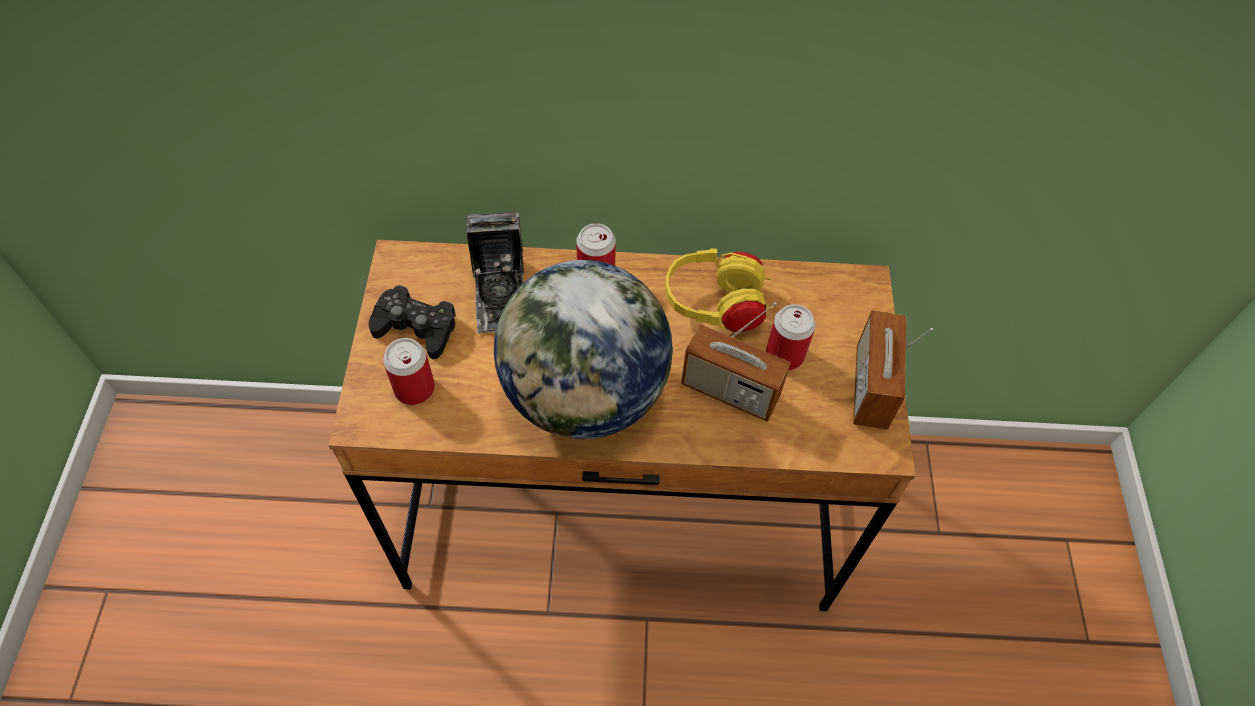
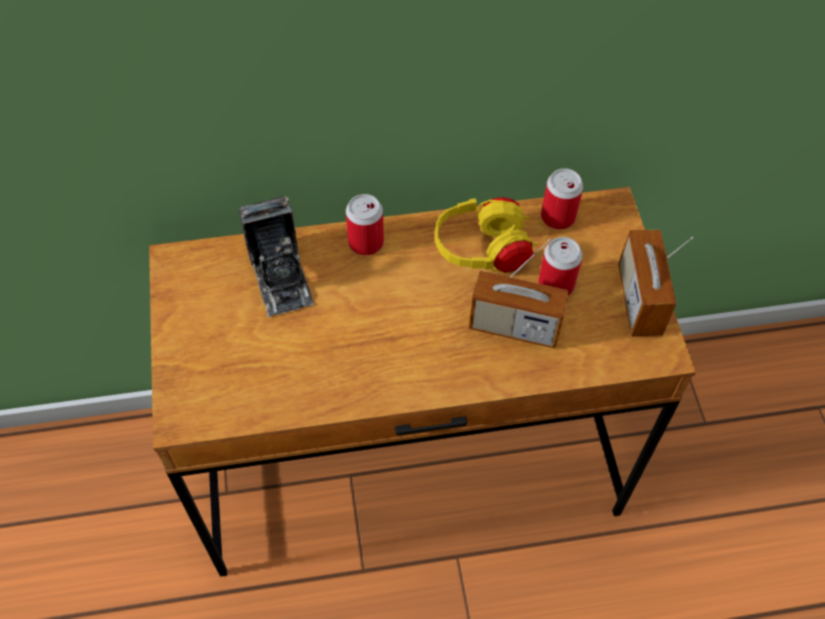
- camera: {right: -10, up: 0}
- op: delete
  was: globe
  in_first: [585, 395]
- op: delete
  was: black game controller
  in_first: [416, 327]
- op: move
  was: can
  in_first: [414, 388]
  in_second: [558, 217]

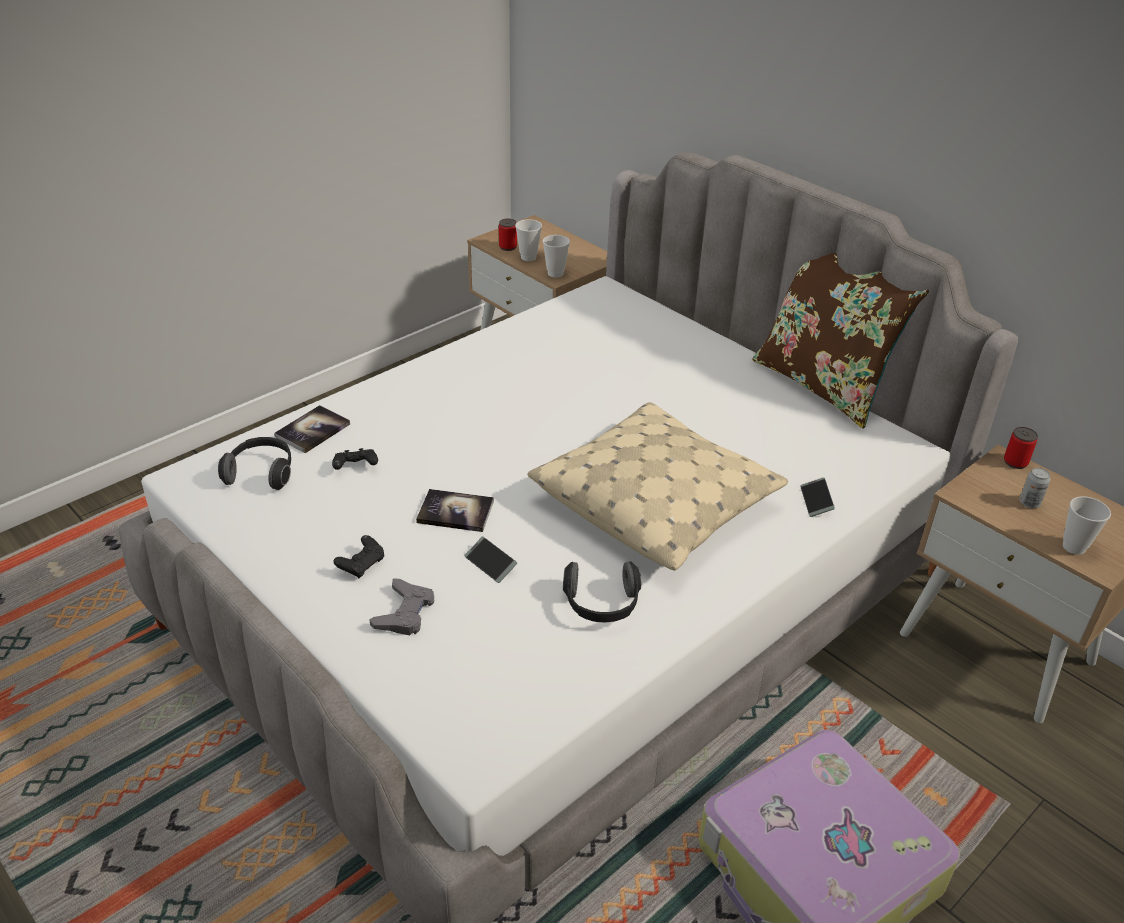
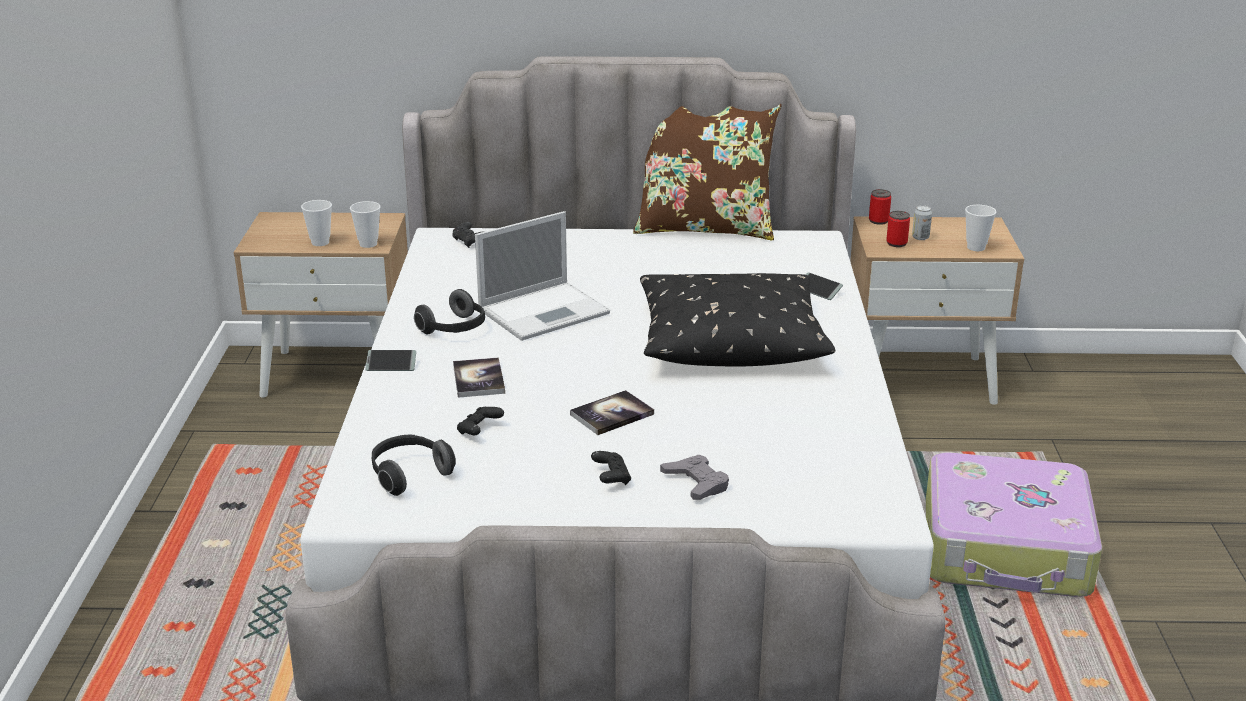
- camera: {right: -45, up: -10}
- op: move
  was: can
  in_first: [508, 247]
  in_second: [896, 243]
- op: recolor
  was: beige pillow
  now: black pillow
  in_first: [656, 502]
  in_second: [729, 339]
- op: move
  was: book
  in_first: [312, 430]
  in_second: [478, 379]
- op: move
  was: phone
  in_first: [490, 564]
  in_second: [391, 365]
- op: move
  was: headphones
  in_first: [601, 605]
  in_second: [454, 329]
- op: insert
  now: laptop
  in_second: [545, 311]
- op: insert
  now: black game controller
  in_second: [469, 242]

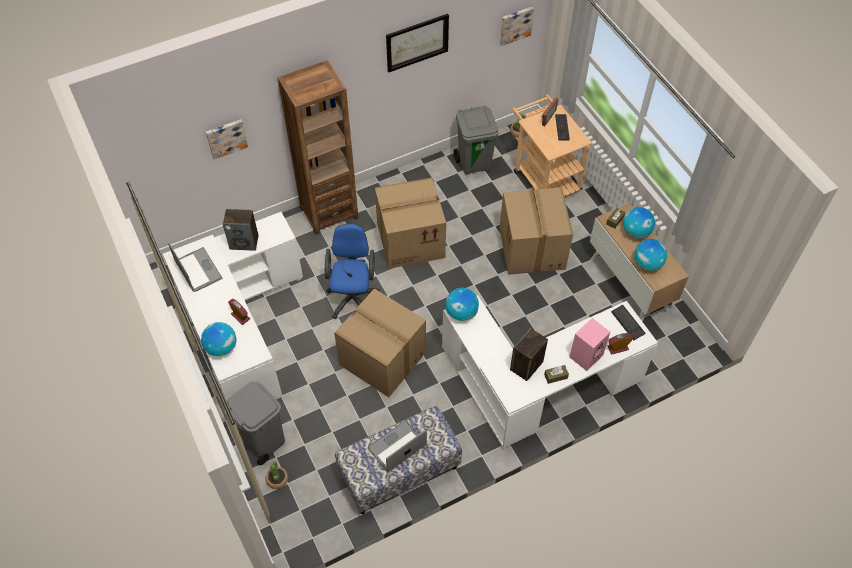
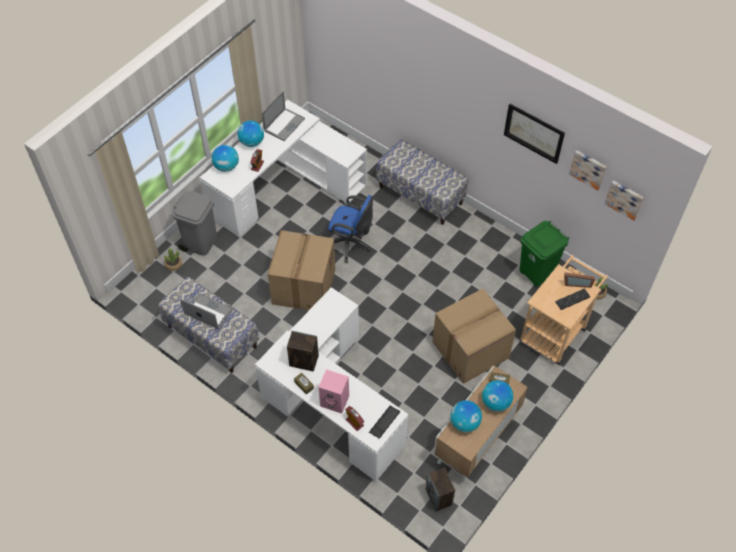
- camera: {right: 65, up: 0}
- op: replace
  was: brown bookcase
  now: bench
  in_first: [329, 212]
  in_second: [421, 195]
- op: recolor
  was: grey trash can
  now: green trash can
  in_first: [474, 163]
  in_second: [537, 273]
- op: move
  was: picture
  in_first: [226, 138]
  in_second: [588, 169]
- op: delete
  was: cardboard box
  in_first: [411, 239]
- op: move
  was: speaker
  in_first: [244, 242]
  in_second: [439, 497]
- op: rotate
  was: blue office chair
  in_first: [353, 296]
  in_second: [350, 244]
  clockwise: 45
- op: move
  was: globe
  in_first: [461, 313]
  in_second: [251, 142]

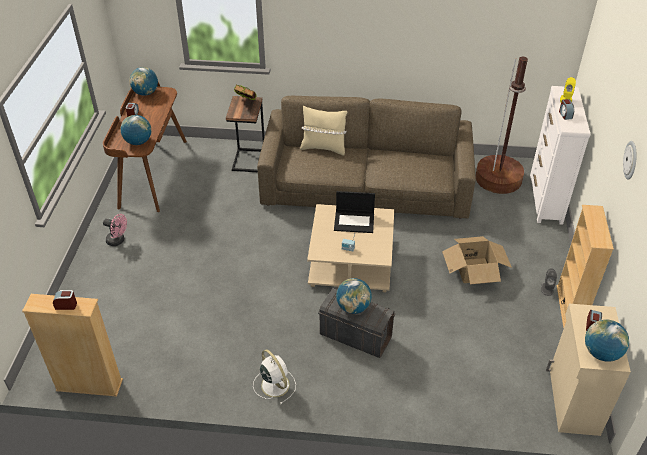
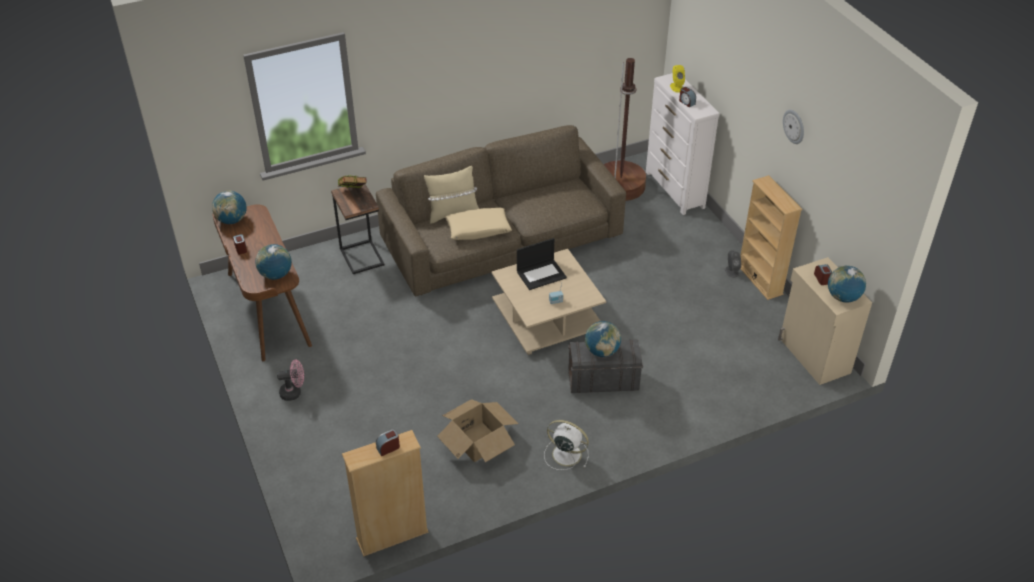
- camera: {right: -30, up: 0}
- op: move
  was: cardboard box
  in_first: [474, 270]
  in_second: [478, 442]
- op: insert
  now: beige pillow
  in_second: [478, 229]

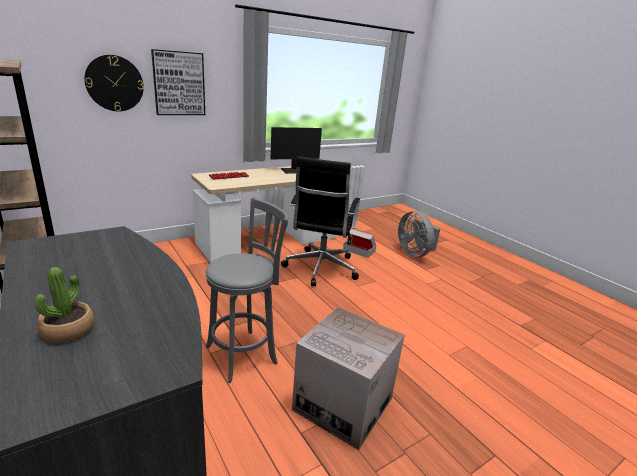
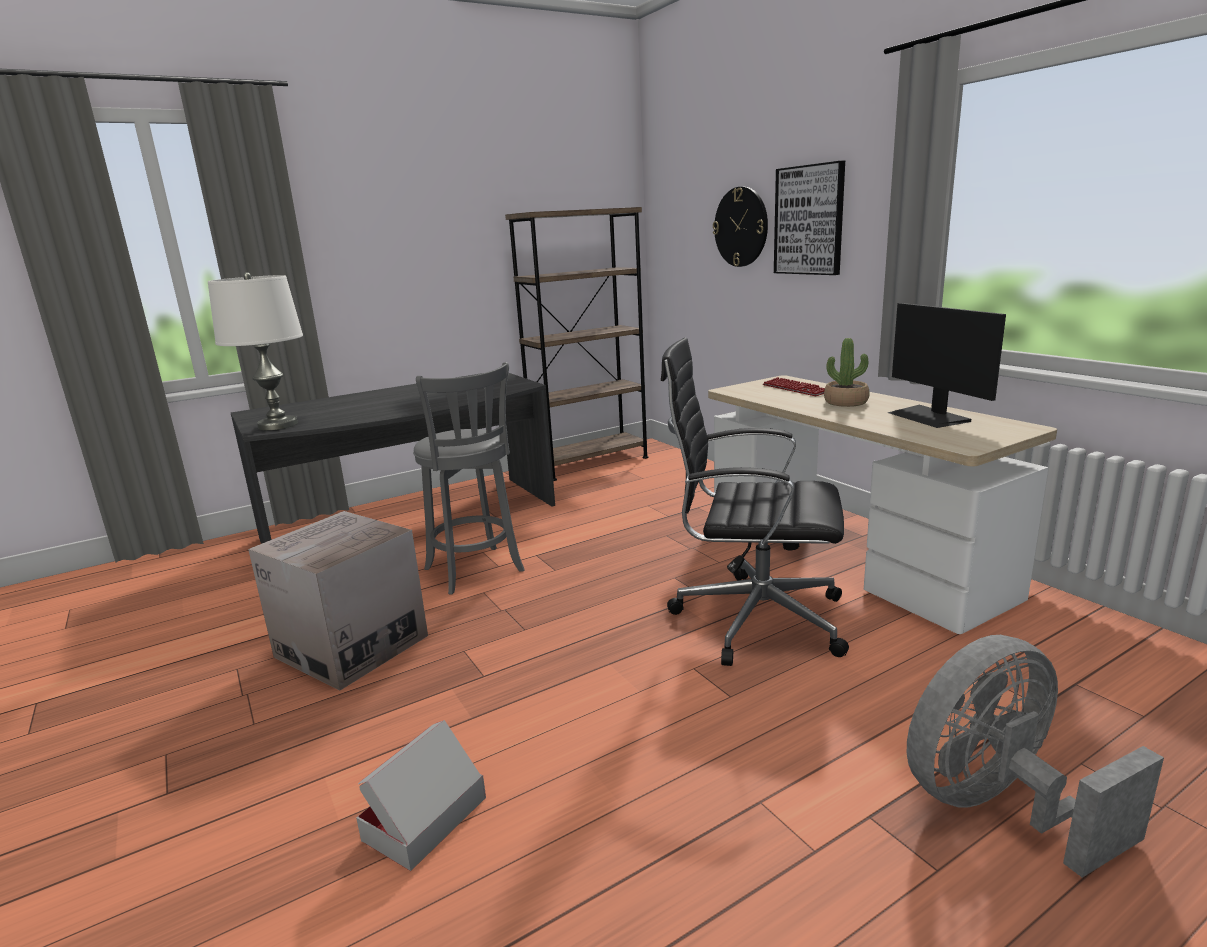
- camera: {right: 95, up: -5}
- op: move
  was: cardboard box
  in_first: [359, 250]
  in_second: [425, 819]
- op: move
  was: potted plant
  in_first: [68, 330]
  in_second: [846, 402]
- op: insert
  now: white table lamp
  in_second: [277, 425]

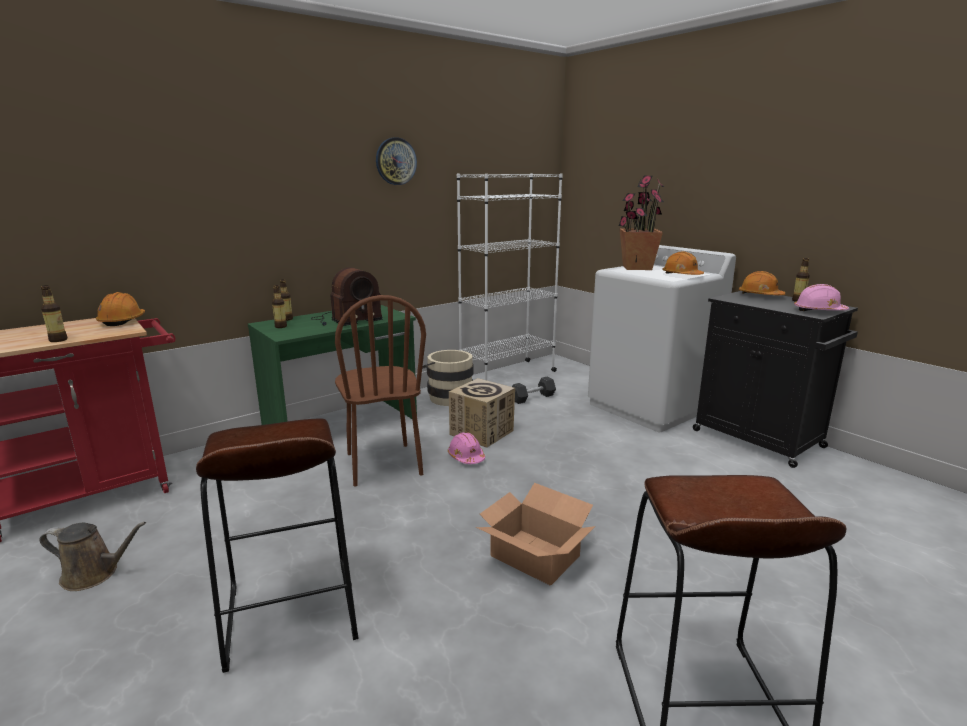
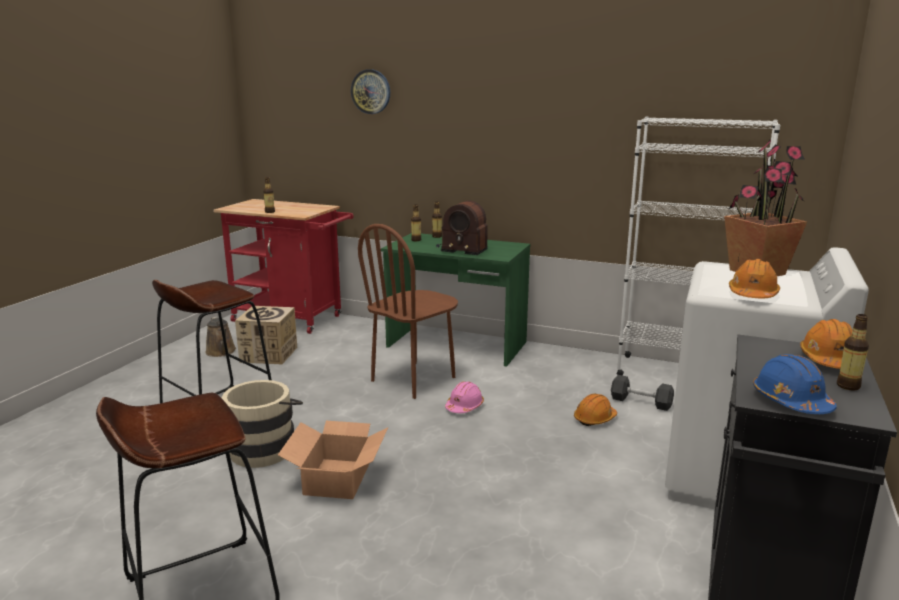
- camera: {right: 60, up: 0}
- op: move
  was: wall clock
  in_first: [395, 161]
  in_second: [371, 91]
- op: recolor
  was: pink hard hat
  now: blue hard hat
  in_first: [819, 311]
  in_second: [791, 401]
- op: move
  was: orange hard hat
  in_first: [122, 321]
  in_second: [594, 419]
- op: move
  was: beige bucket
  in_first: [447, 396]
  in_second: [265, 447]
- op: move
  was: cardboard box
  in_first: [482, 432]
  in_second: [269, 354]

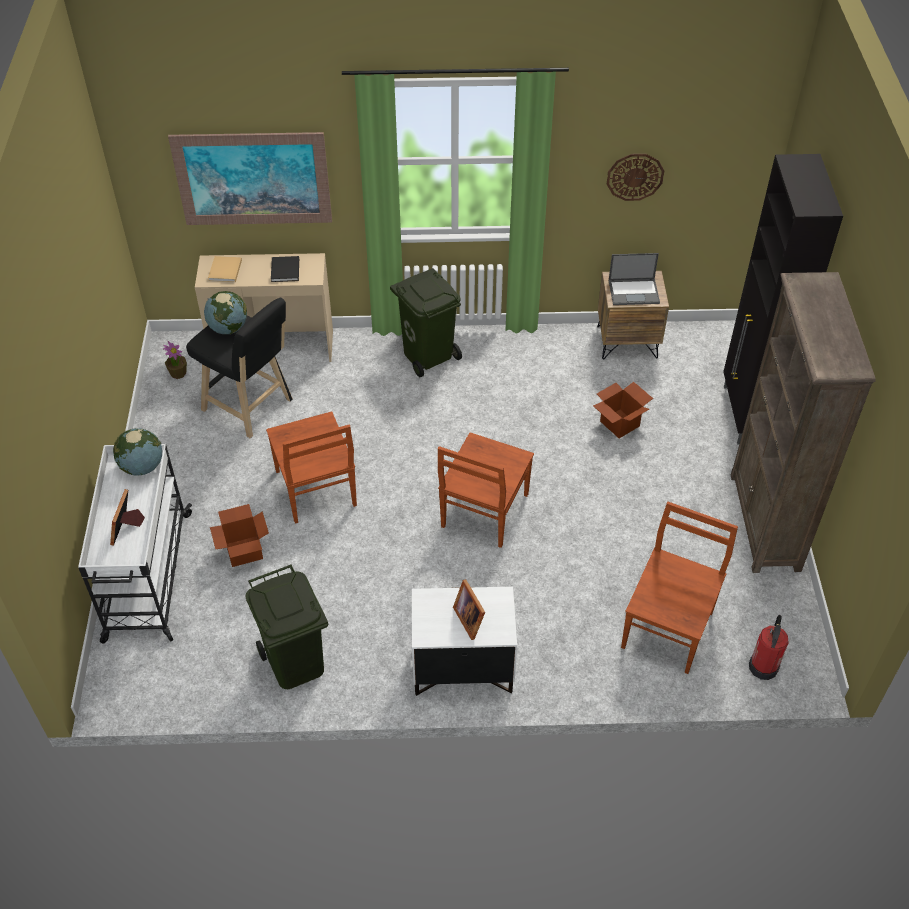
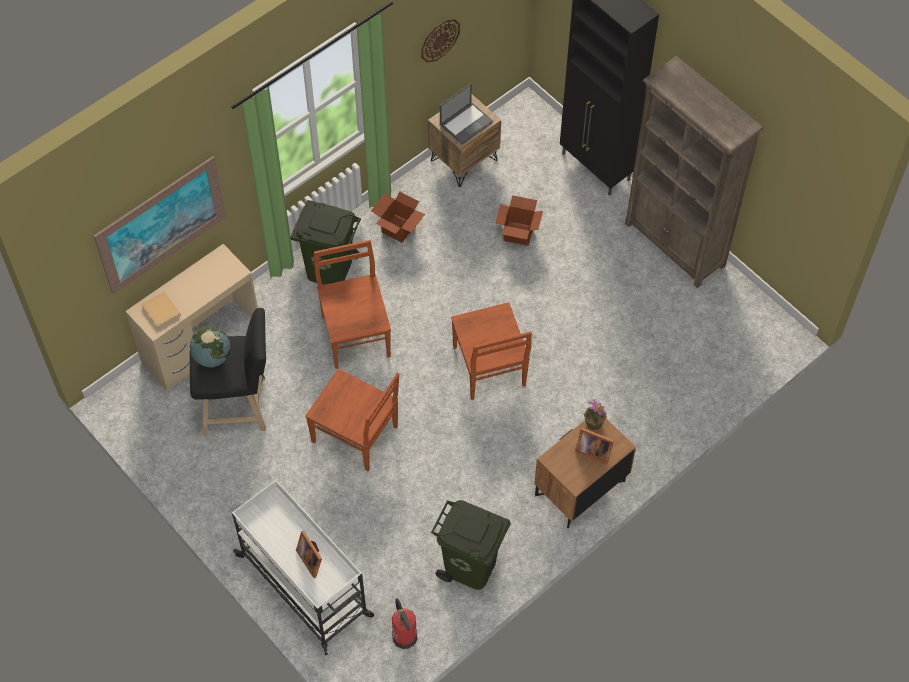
- camera: {right: -40, up: 10}
- op: delete
  was: black book
  in_first: [285, 271]
- op: move
  was: potted plant
  in_first: [178, 373]
  in_second: [593, 423]
- op: delete
  was: globe
  in_first: [142, 467]
- op: move
  was: brown chair
  in_first: [668, 627]
  in_second: [355, 334]
- op: move
  was: cardboard box
  in_first: [244, 551]
  in_second: [398, 228]
- op: recolor
  was: white nightstand
  now: brown nightstand
  in_first: [462, 669]
  in_second: [580, 489]
- op: move
  was: fire extinguisher
  in_first: [763, 666]
  in_second: [404, 636]

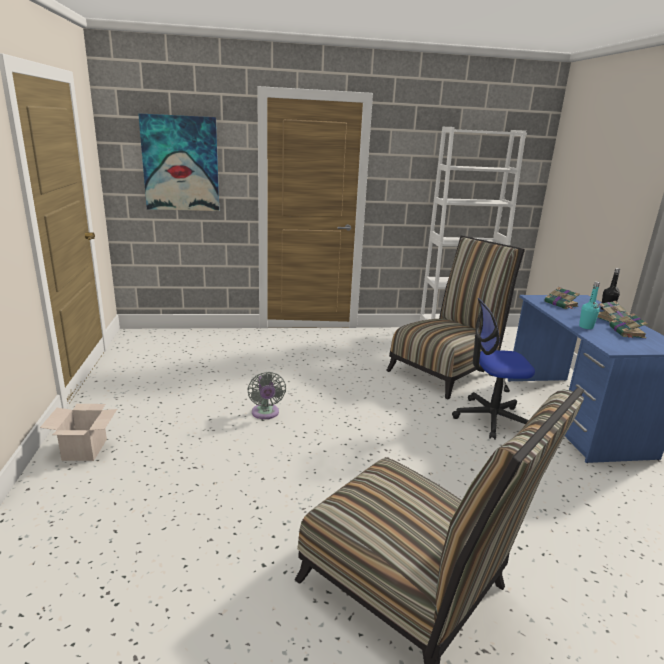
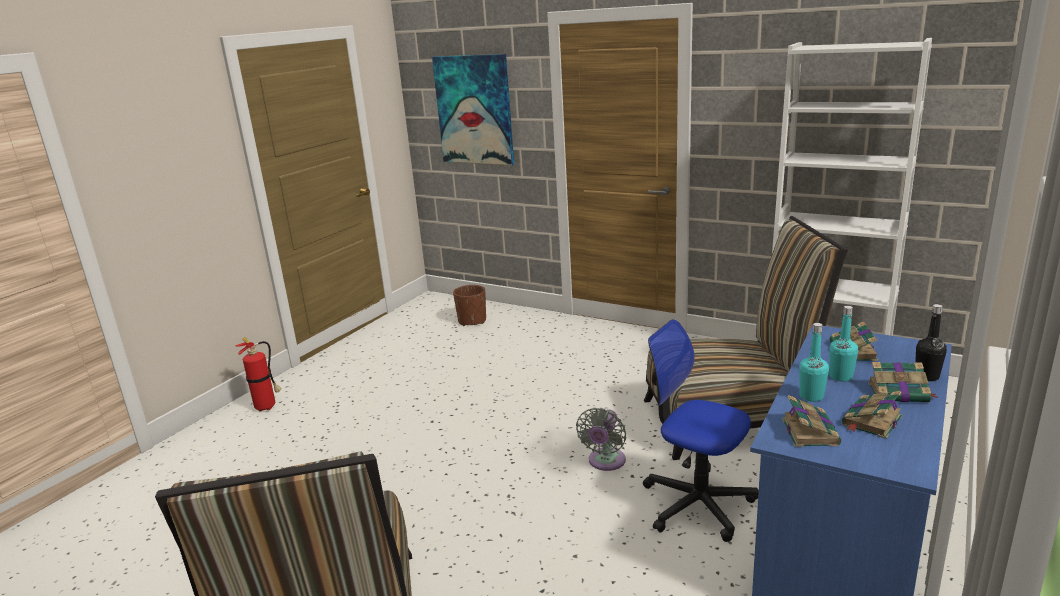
- camera: {right: 40, up: 0}
- op: move
  was: grey fan
  in_first: [265, 414]
  in_second: [605, 462]
- op: replace
  was: cardboard box
  now: fire extinguisher
  in_first: [85, 450]
  in_second: [267, 406]
- op: insert
  now: brown planter
  in_second: [472, 321]
- op: insert
  now: turquoise bottle
  in_second: [840, 377]
- op: insert
  now: book
  in_second: [809, 431]

